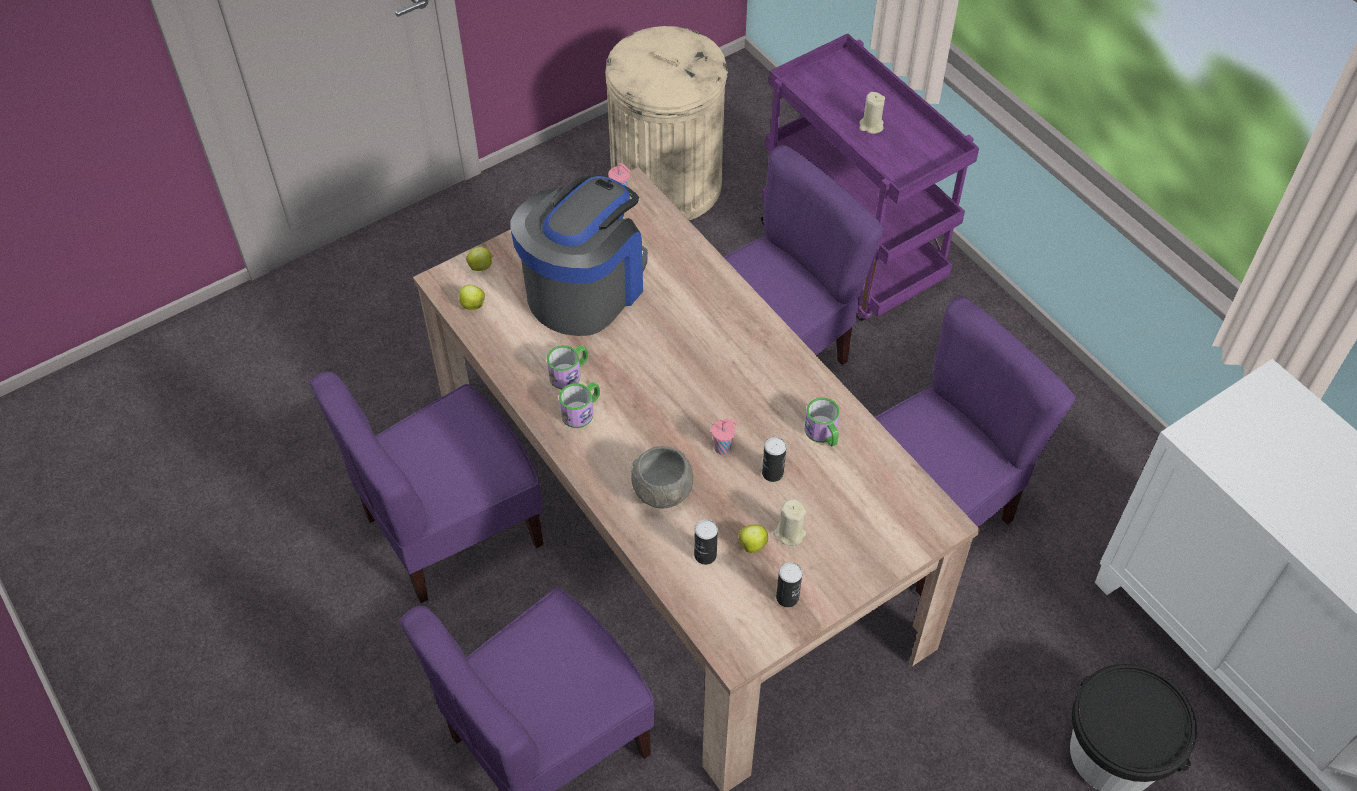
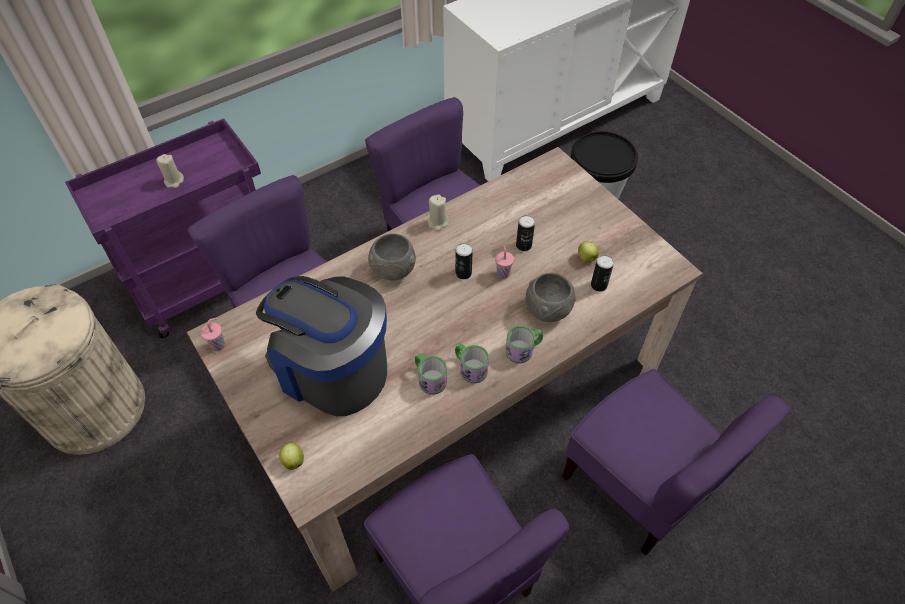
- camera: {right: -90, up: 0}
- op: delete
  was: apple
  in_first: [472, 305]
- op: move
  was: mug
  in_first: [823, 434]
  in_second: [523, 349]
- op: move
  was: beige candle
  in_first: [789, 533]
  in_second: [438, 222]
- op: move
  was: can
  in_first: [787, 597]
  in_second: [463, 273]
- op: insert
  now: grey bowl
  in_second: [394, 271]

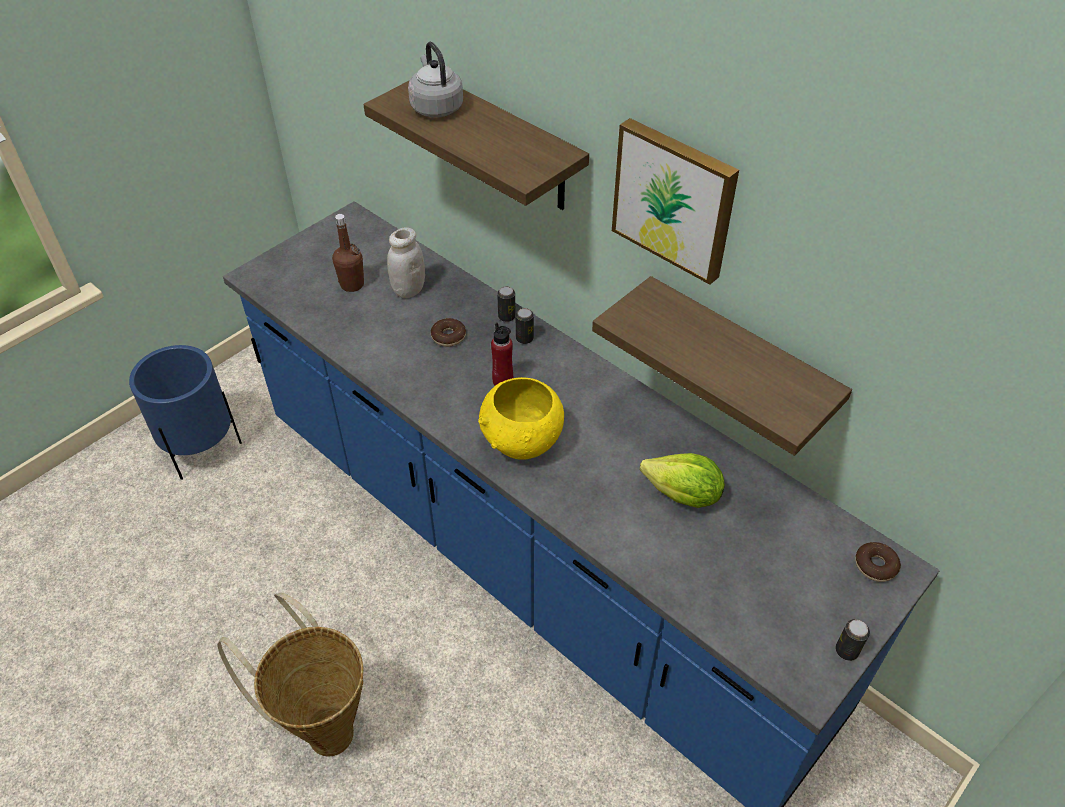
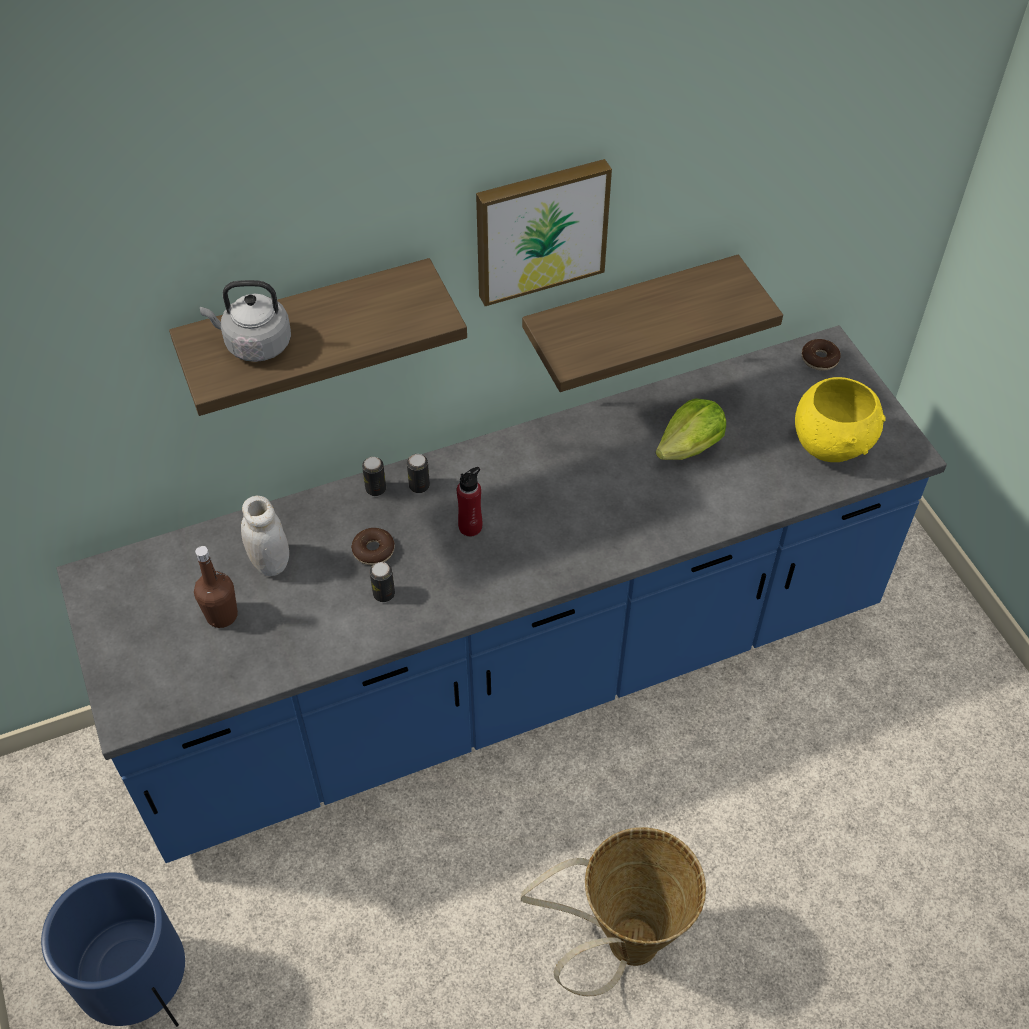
- camera: {right: -65, up: 5}
- op: move
  was: yellow bowl
  in_first: [522, 443]
  in_second: [831, 445]
- op: move
  was: can
  in_first: [846, 650]
  in_second: [384, 594]

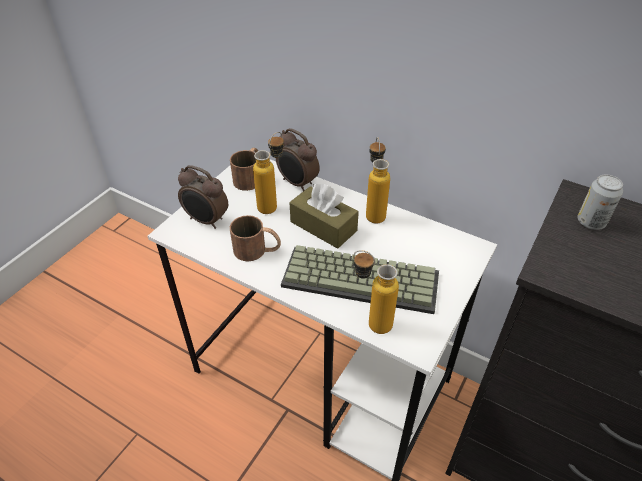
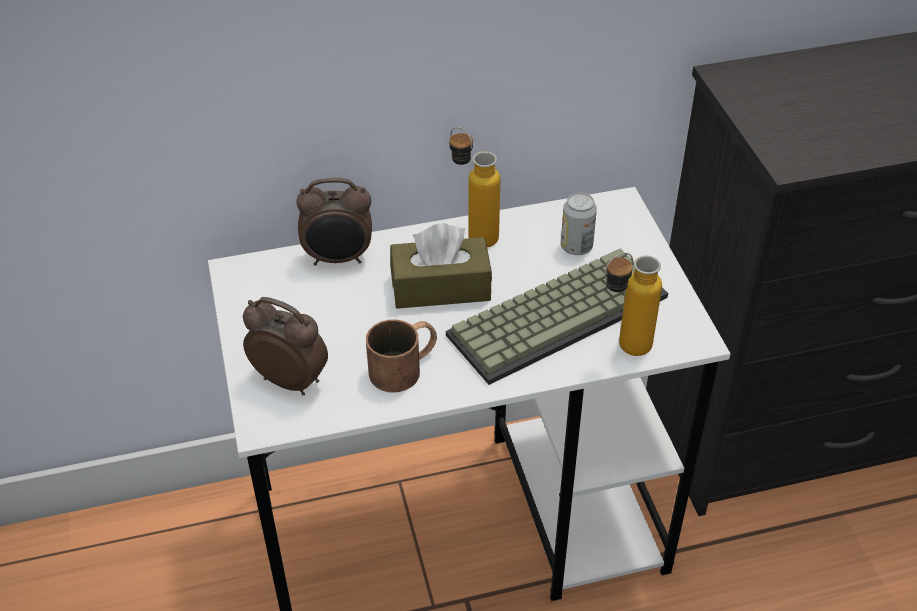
- camera: {right: -45, up: 0}
- op: delete
  was: bottle
  in_first: [273, 204]
- op: delete
  was: brown mug
  in_first: [250, 177]
- op: rotate
  was: alarm clock
  in_first: [206, 221]
  in_second: [291, 379]
  clockwise: -135
- op: move
  was: can
  in_first: [590, 222]
  in_second: [576, 247]

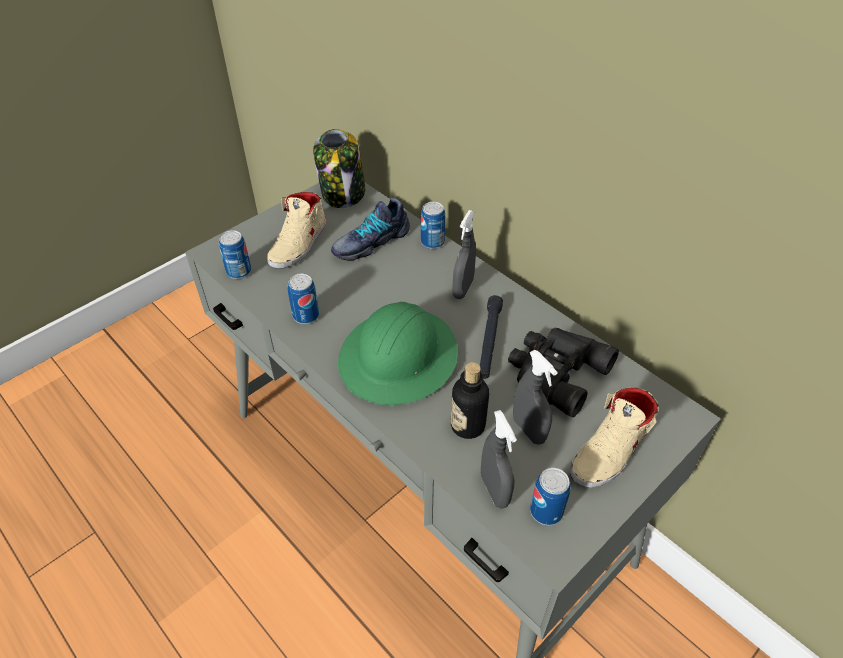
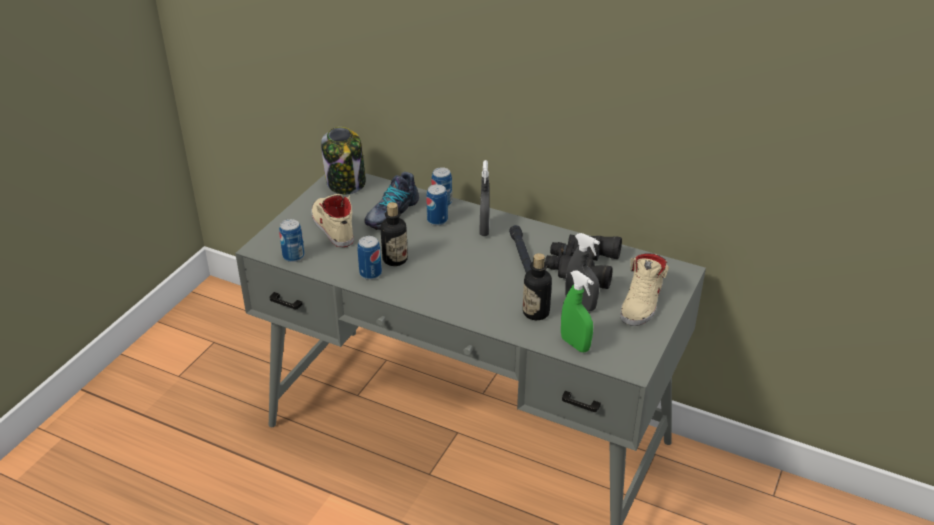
- camera: {right: -20, up: -10}
- op: rotate
  was: beige shoe
  in_first: [299, 244]
  in_second: [332, 226]
  clockwise: 150
- op: delete
  was: green hard hat
  in_first: [399, 358]
- op: recolor
  was: grey spray bottle
  now: green spray bottle
  in_first: [494, 490]
  in_second: [575, 344]
- op: move
  was: can
  in_first: [546, 511]
  in_second: [437, 220]
- op: insert
  now: bottle
  in_second: [395, 259]

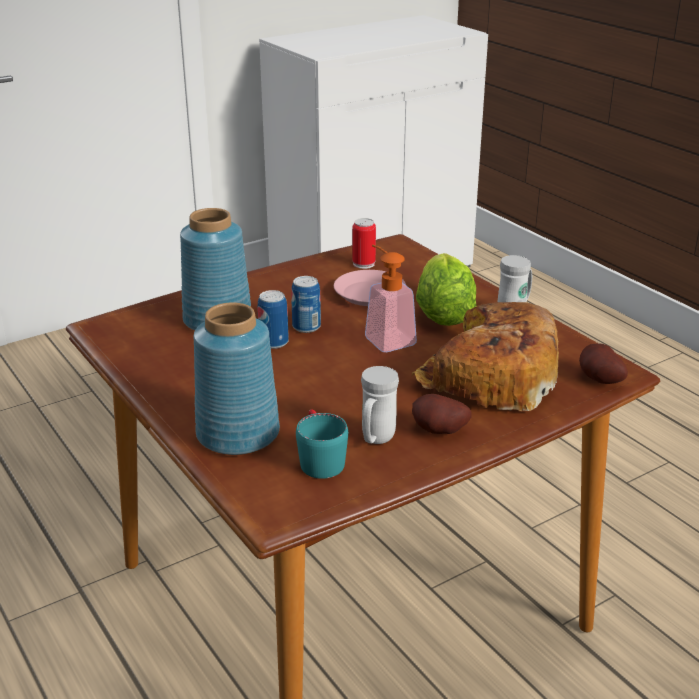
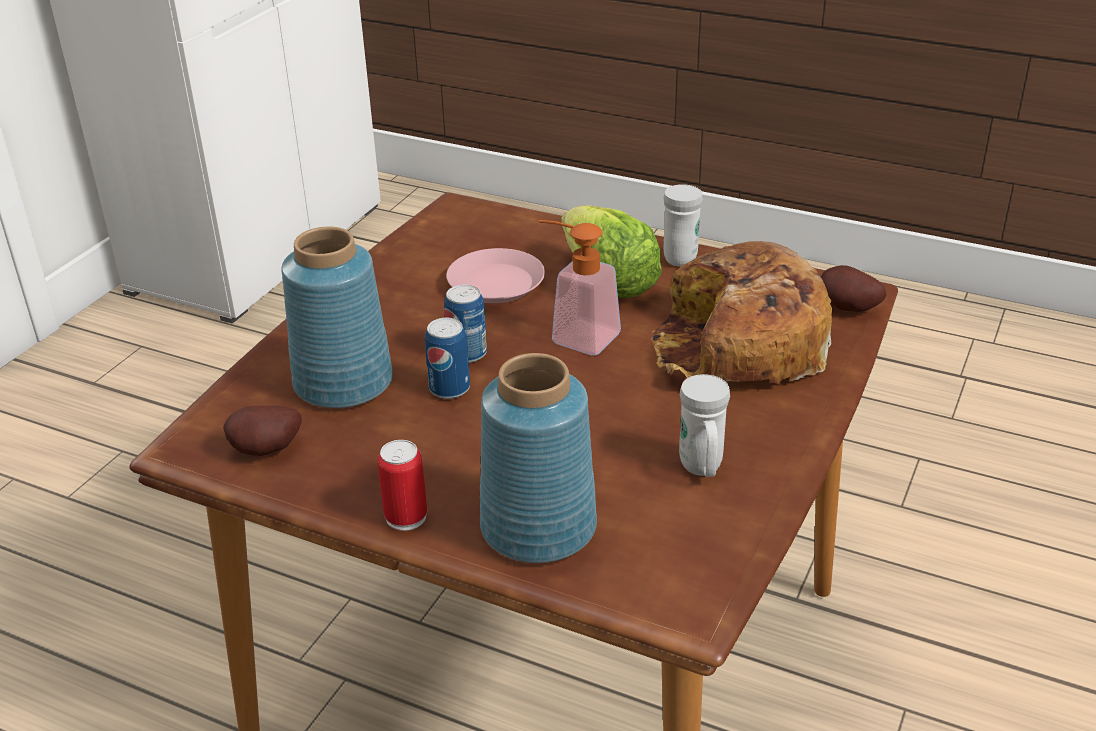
- camera: {right: -30, up: 5}
- op: move
  was: can
  in_first: [363, 264]
  in_second: [406, 517]
- op: move
  was: potato
  in_first: [439, 432]
  in_second: [267, 451]
- op: delete
  was: turquoise mug
  in_first: [319, 459]

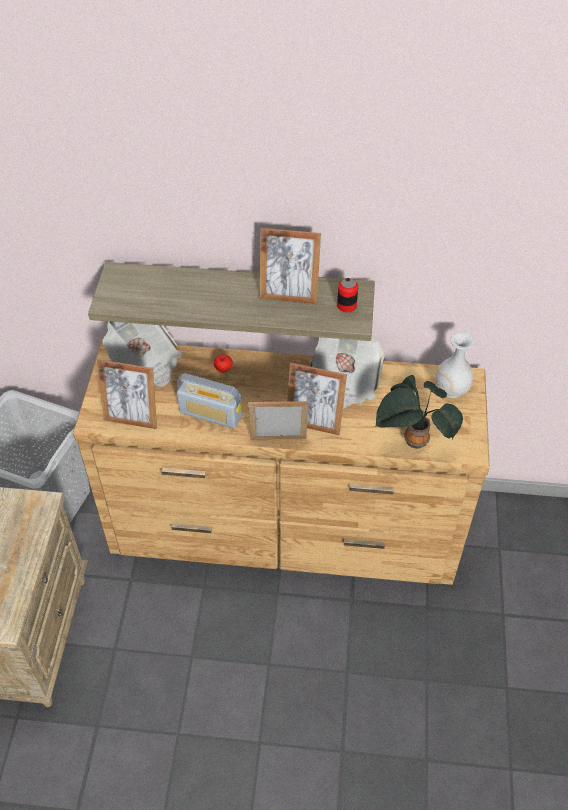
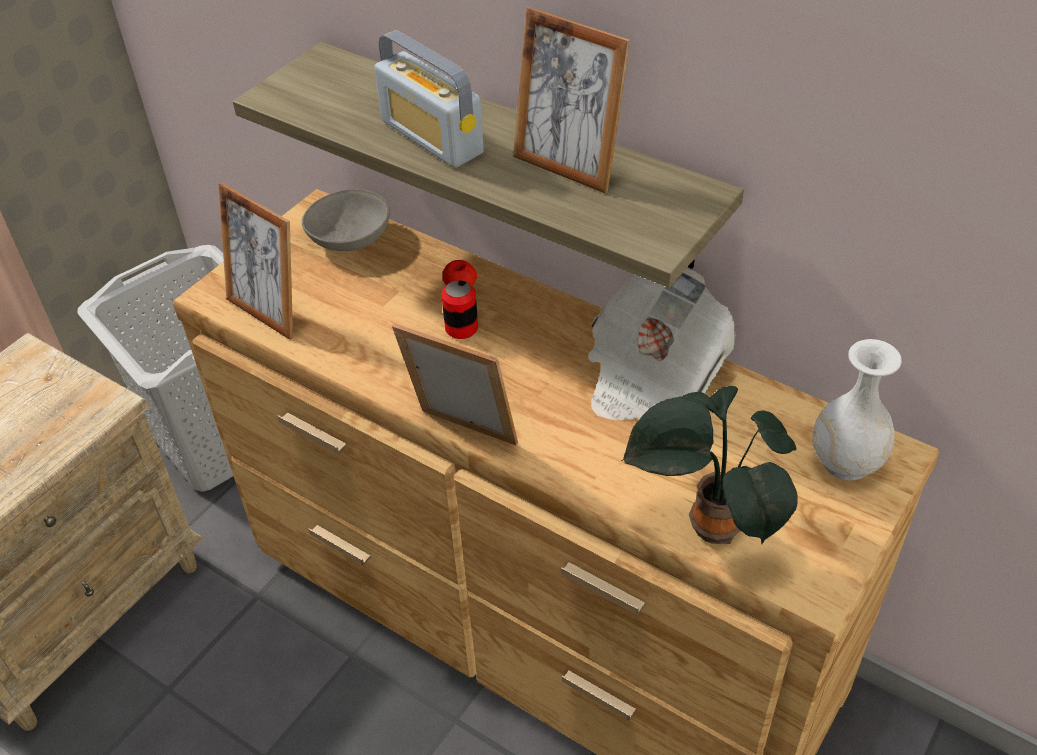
- camera: {right: 30, up: -5}
- op: move
  was: can
  in_first: [346, 306]
  in_second: [461, 328]
- op: replace
  was: newspaper
  now: grey bowl
  in_first: [145, 362]
  in_second: [350, 240]
- op: delete
  was: picture frame
  in_first: [314, 423]
- op: move
  was: radio
  in_first: [211, 414]
  in_second: [431, 137]

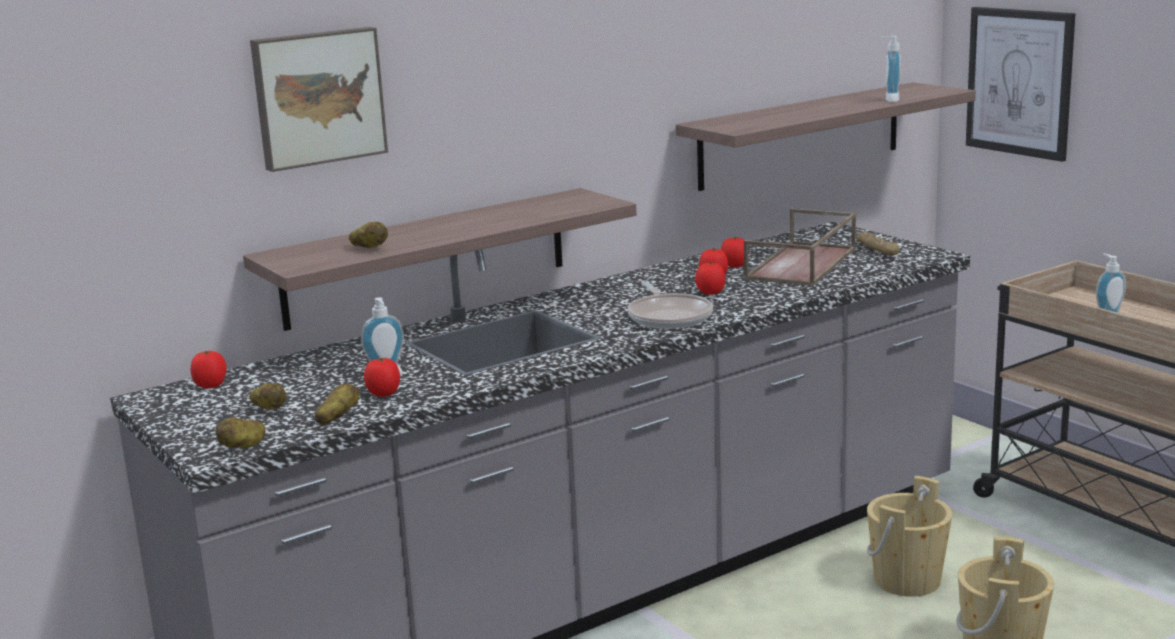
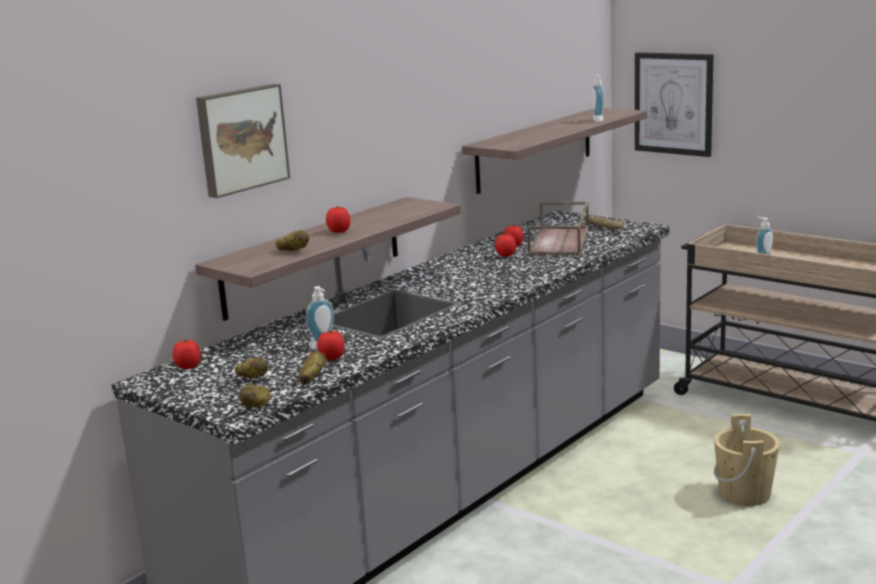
- camera: {right: -15, up: 0}
- op: move
  was: tomato
  in_first: [710, 293]
  in_second: [339, 231]
- op: delete
  was: frying pan
  in_first: [669, 316]
- op: delete
  was: beige bucket
  in_first: [907, 580]

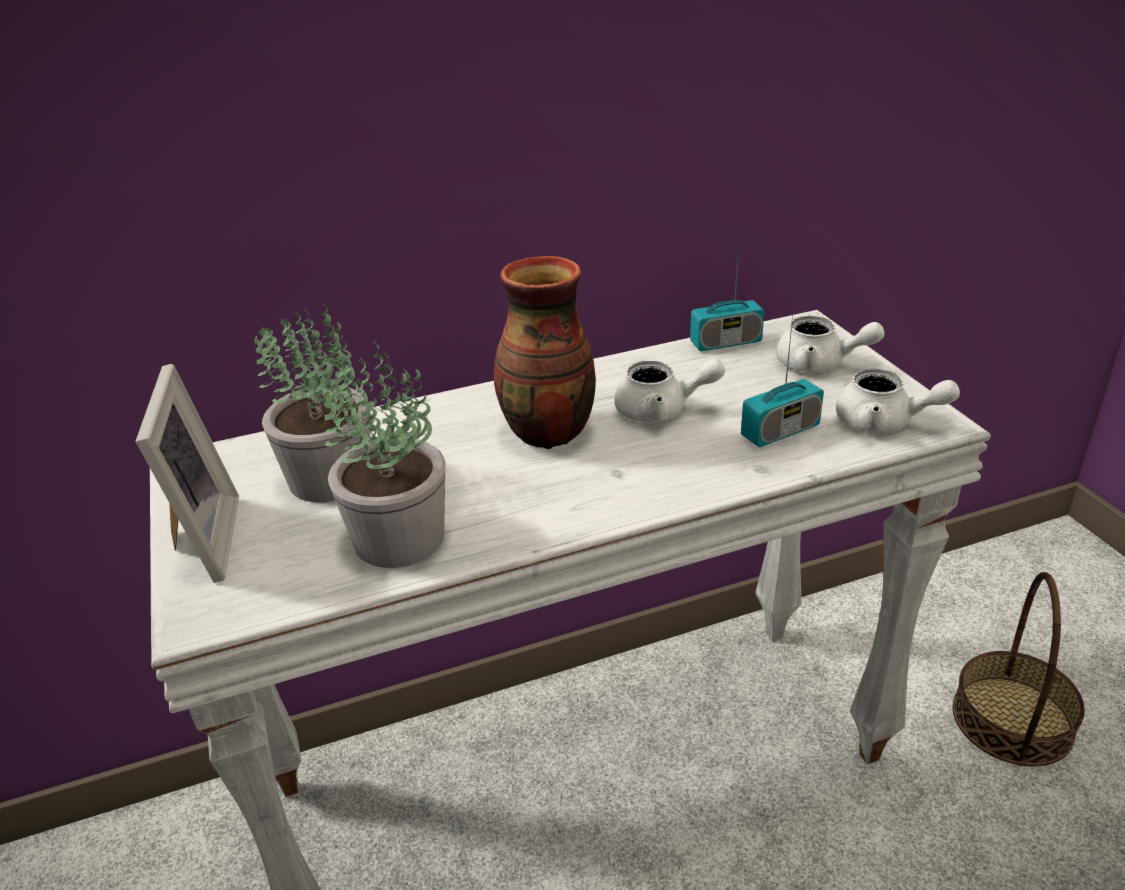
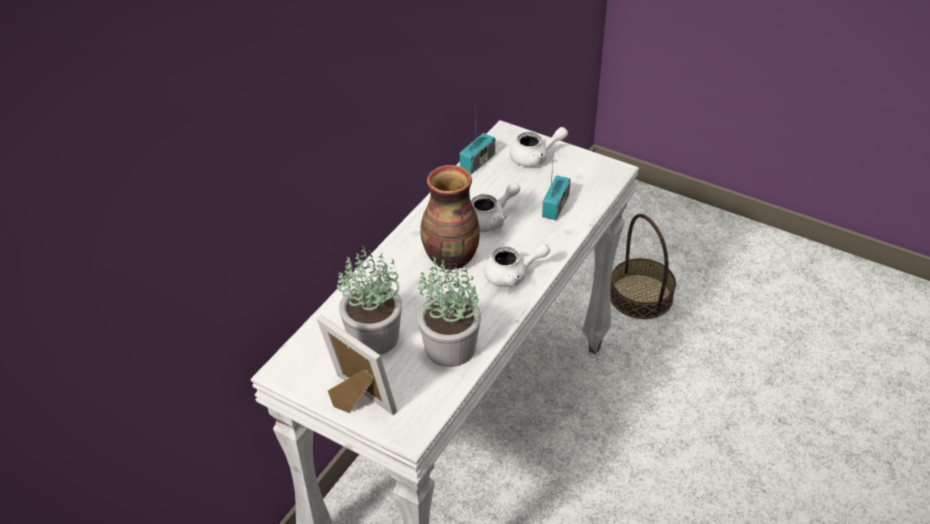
- camera: {right: -40, up: 10}
- op: move
  was: white teapot
  in_first: [884, 422]
  in_second: [513, 275]

